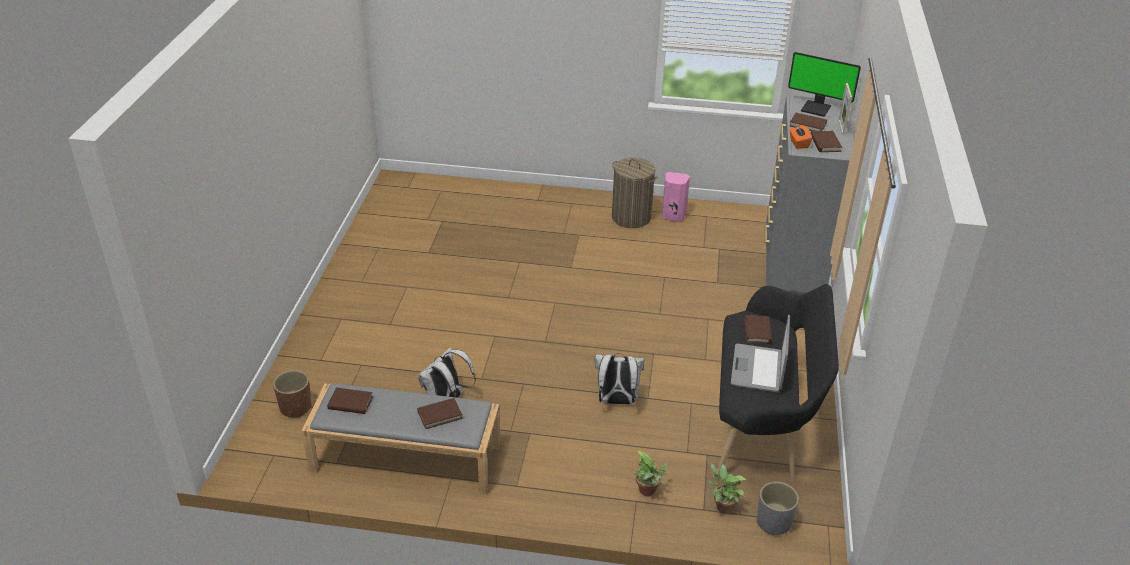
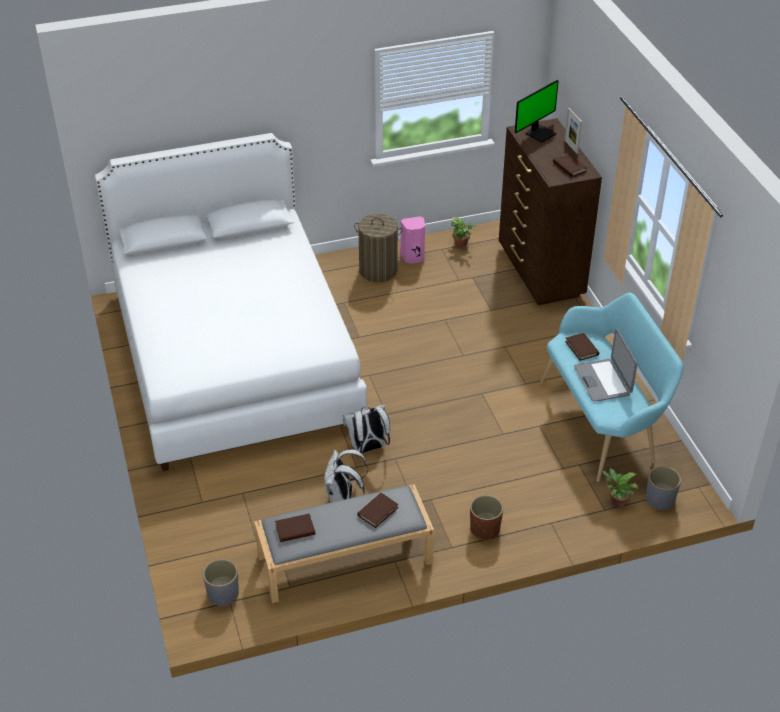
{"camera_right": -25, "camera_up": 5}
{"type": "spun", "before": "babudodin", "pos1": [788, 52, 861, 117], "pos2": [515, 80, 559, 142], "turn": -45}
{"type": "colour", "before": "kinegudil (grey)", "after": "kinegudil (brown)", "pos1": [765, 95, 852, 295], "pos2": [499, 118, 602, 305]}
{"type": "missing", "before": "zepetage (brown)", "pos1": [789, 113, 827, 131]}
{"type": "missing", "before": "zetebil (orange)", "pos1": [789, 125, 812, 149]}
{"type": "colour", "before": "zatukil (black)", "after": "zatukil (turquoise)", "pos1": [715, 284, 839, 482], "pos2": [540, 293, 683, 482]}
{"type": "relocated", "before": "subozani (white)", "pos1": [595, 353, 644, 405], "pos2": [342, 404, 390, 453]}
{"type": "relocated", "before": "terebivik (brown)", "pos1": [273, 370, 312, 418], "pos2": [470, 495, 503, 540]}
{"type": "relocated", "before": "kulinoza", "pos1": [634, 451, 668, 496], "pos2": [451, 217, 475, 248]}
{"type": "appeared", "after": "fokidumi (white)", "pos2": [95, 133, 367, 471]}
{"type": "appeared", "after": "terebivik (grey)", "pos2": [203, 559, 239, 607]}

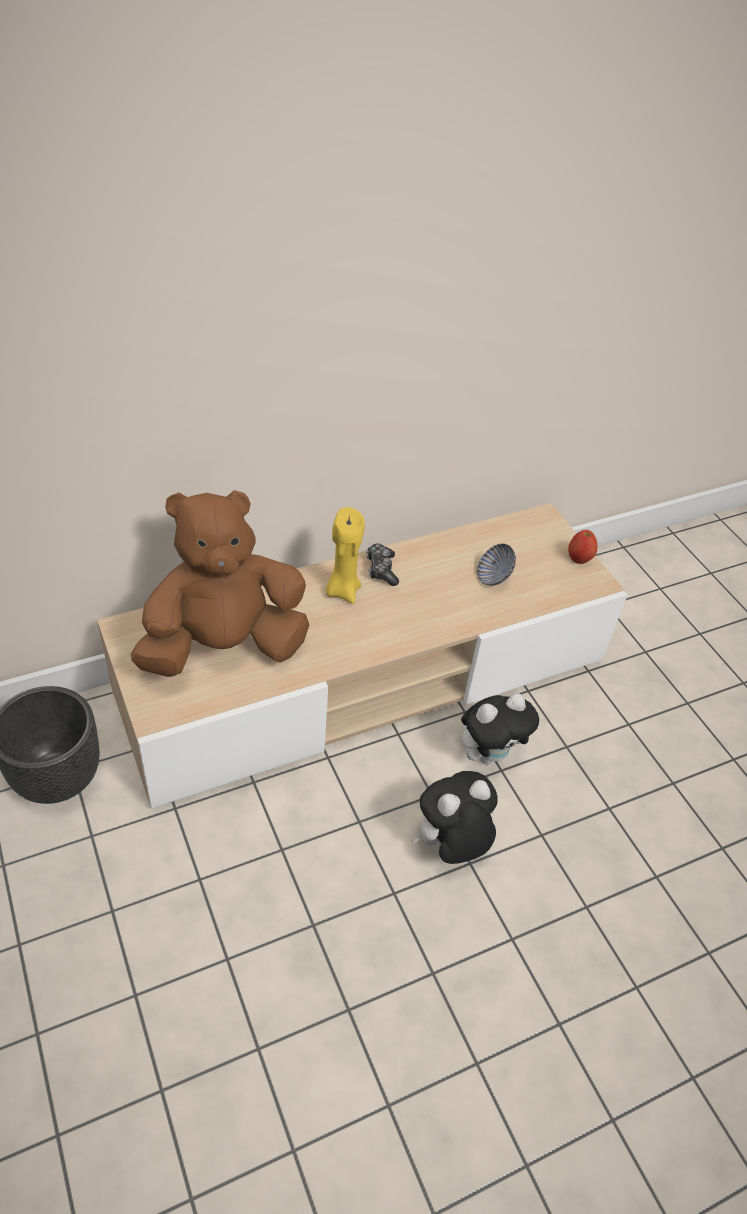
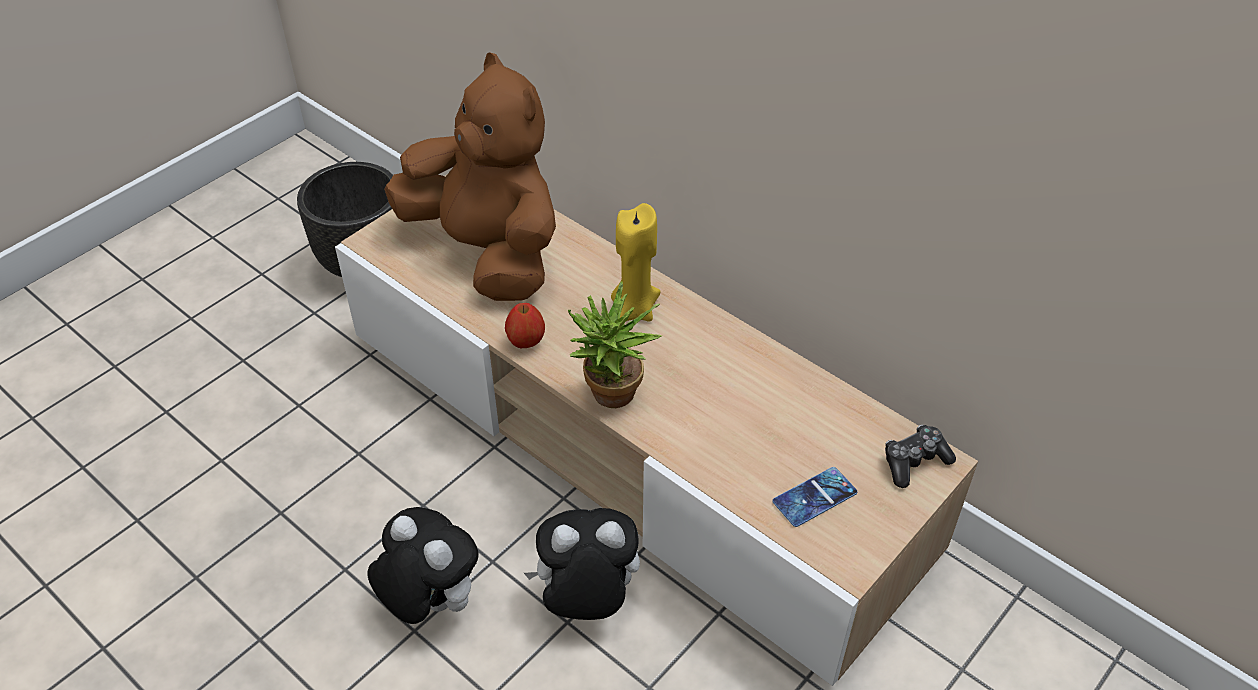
{"camera_right": 70, "camera_up": 0}
{"type": "relocated", "before": "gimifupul", "pos1": [568, 530, 597, 564], "pos2": [505, 303, 545, 348]}
{"type": "relocated", "before": "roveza", "pos1": [366, 543, 399, 586], "pos2": [885, 425, 956, 488]}
{"type": "missing", "before": "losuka", "pos1": [477, 544, 516, 586]}
{"type": "spun", "before": "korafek", "pos1": [461, 693, 539, 765], "pos2": [524, 508, 640, 620], "turn": 135}
{"type": "appeared", "after": "kulinoza", "pos2": [568, 281, 662, 408]}
{"type": "appeared", "after": "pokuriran", "pos2": [772, 467, 858, 527]}

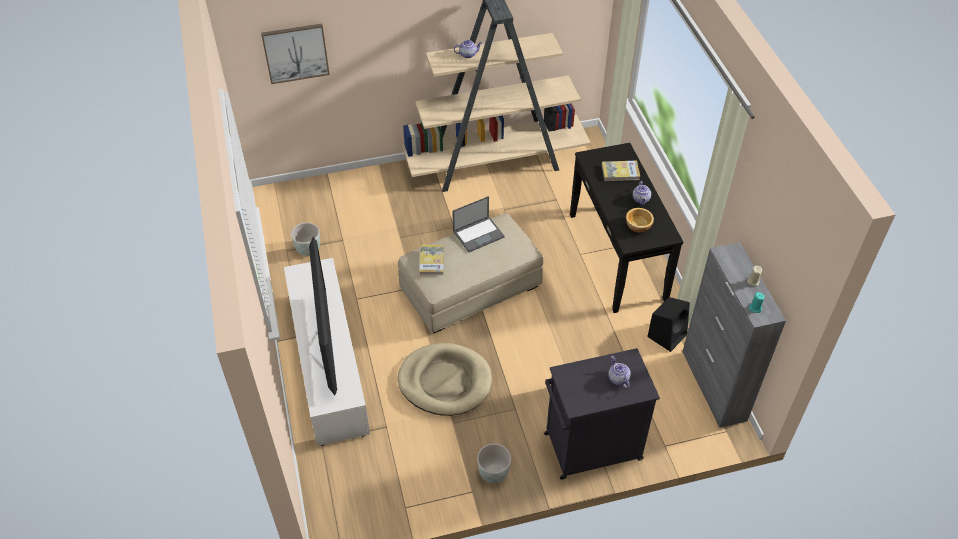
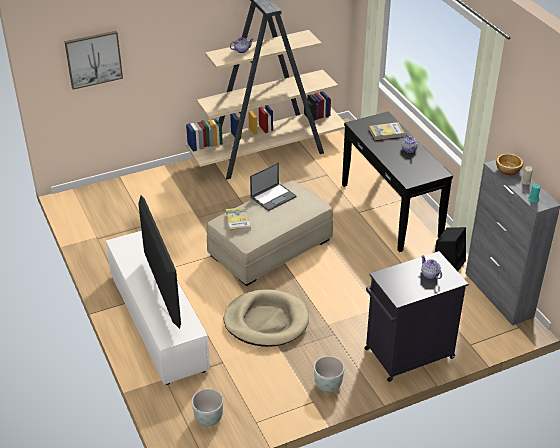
{"camera_right": -10, "camera_up": -10}
{"type": "relocated", "before": "losuka", "pos1": [626, 208, 654, 233], "pos2": [496, 153, 523, 175]}
{"type": "relocated", "before": "terebivik (grey)", "pos1": [291, 223, 320, 256], "pos2": [192, 388, 223, 426]}

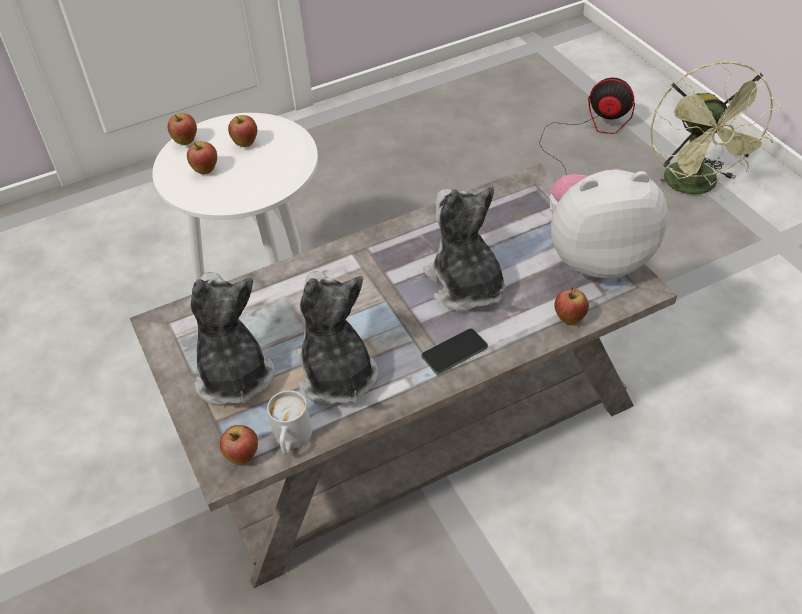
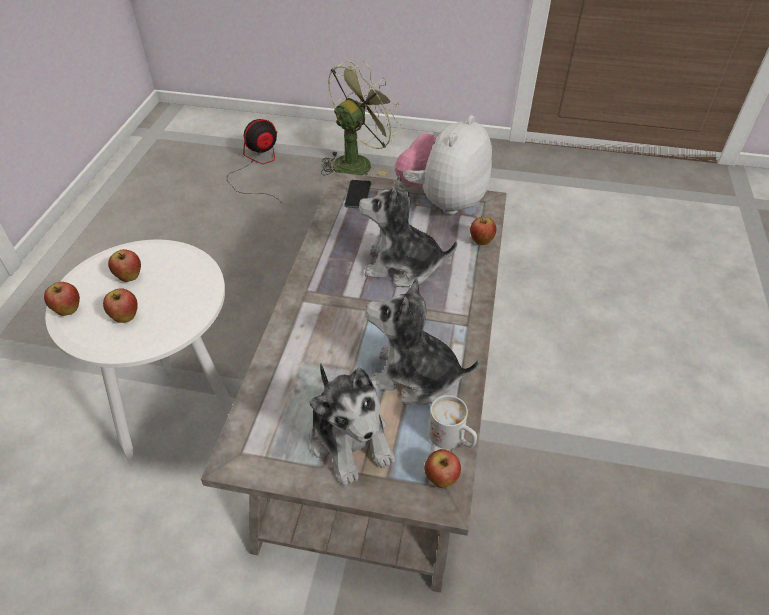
{"camera_right": -55, "camera_up": 0}
{"type": "spun", "before": "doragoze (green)", "pos1": [650, 61, 781, 195], "pos2": [321, 60, 402, 175], "turn": -75}
{"type": "spun", "before": "korafek", "pos1": [191, 272, 274, 406], "pos2": [309, 364, 396, 486], "turn": -135}
{"type": "relocated", "before": "pokuriran", "pos1": [421, 328, 488, 374], "pos2": [344, 180, 371, 208]}

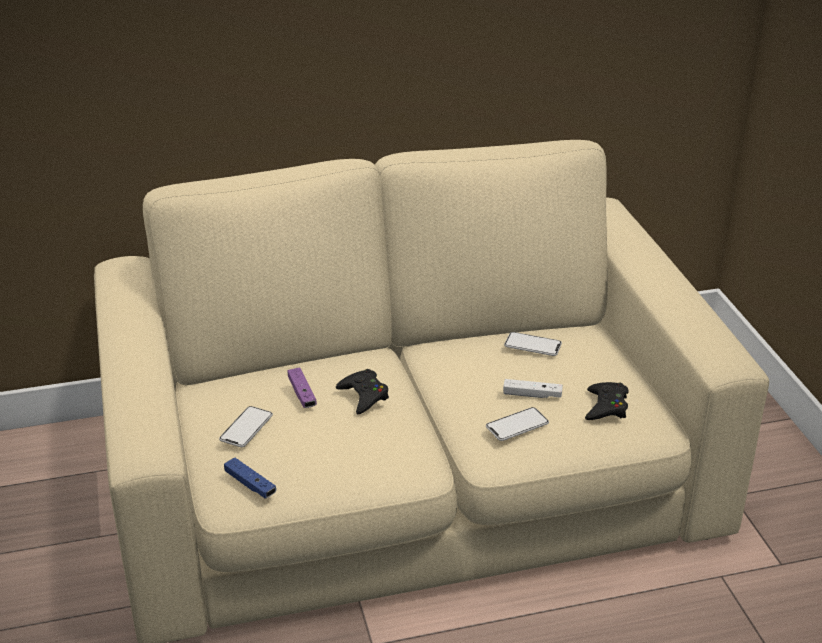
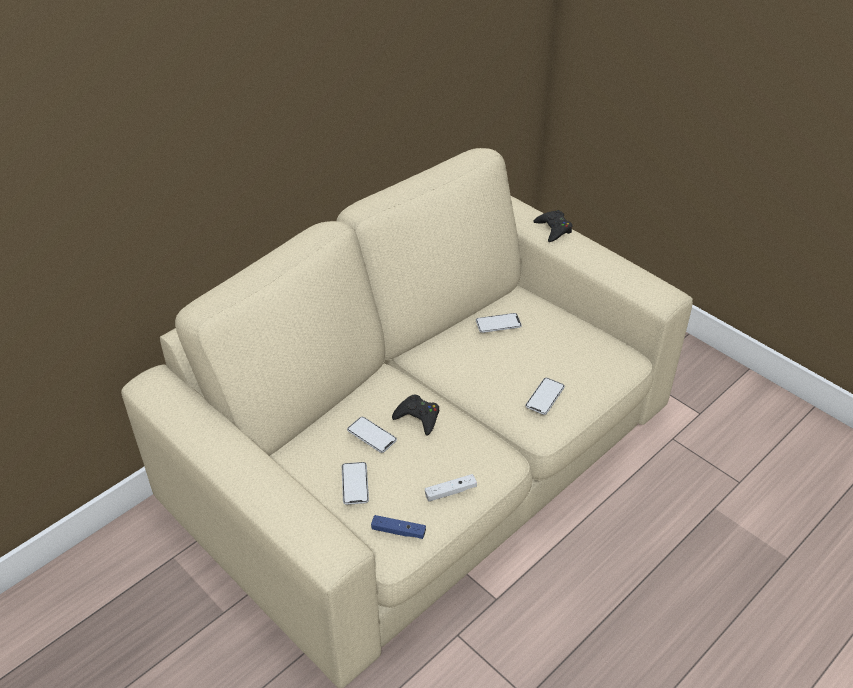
{"camera_right": -30, "camera_up": 10}
{"type": "exchanged", "before": "roveza (purple)", "after": "pokuriran", "pos1": [287, 367, 317, 408], "pos2": [347, 417, 397, 453]}
{"type": "relocated", "before": "roveza (white)", "pos1": [503, 379, 563, 398], "pos2": [425, 474, 477, 502]}
{"type": "relocated", "before": "roveza (black)", "pos1": [585, 382, 629, 420], "pos2": [533, 210, 572, 242]}

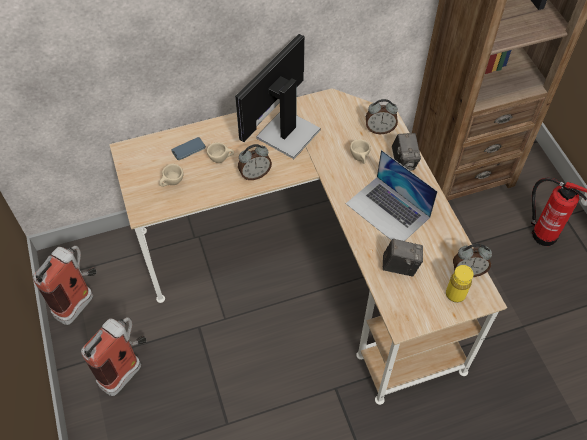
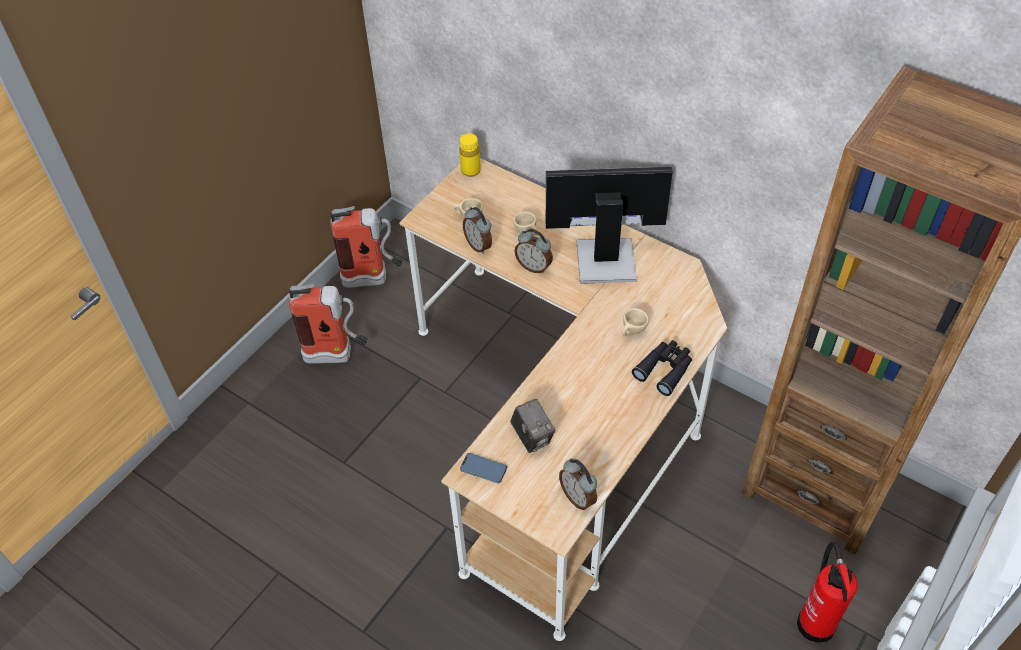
{"camera_right": 55, "camera_up": -5}
{"type": "relocated", "before": "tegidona", "pos1": [366, 99, 398, 134], "pos2": [463, 207, 492, 254]}
{"type": "exchanged", "before": "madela", "after": "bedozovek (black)", "pos1": [392, 133, 421, 170], "pos2": [632, 340, 692, 396]}
{"type": "relocated", "before": "pokuriran", "pos1": [171, 137, 206, 160], "pos2": [460, 453, 507, 484]}
{"type": "missing", "before": "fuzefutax", "pos1": [346, 150, 438, 241]}
{"type": "relocated", "before": "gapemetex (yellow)", "pos1": [446, 265, 473, 303], "pos2": [459, 133, 481, 177]}

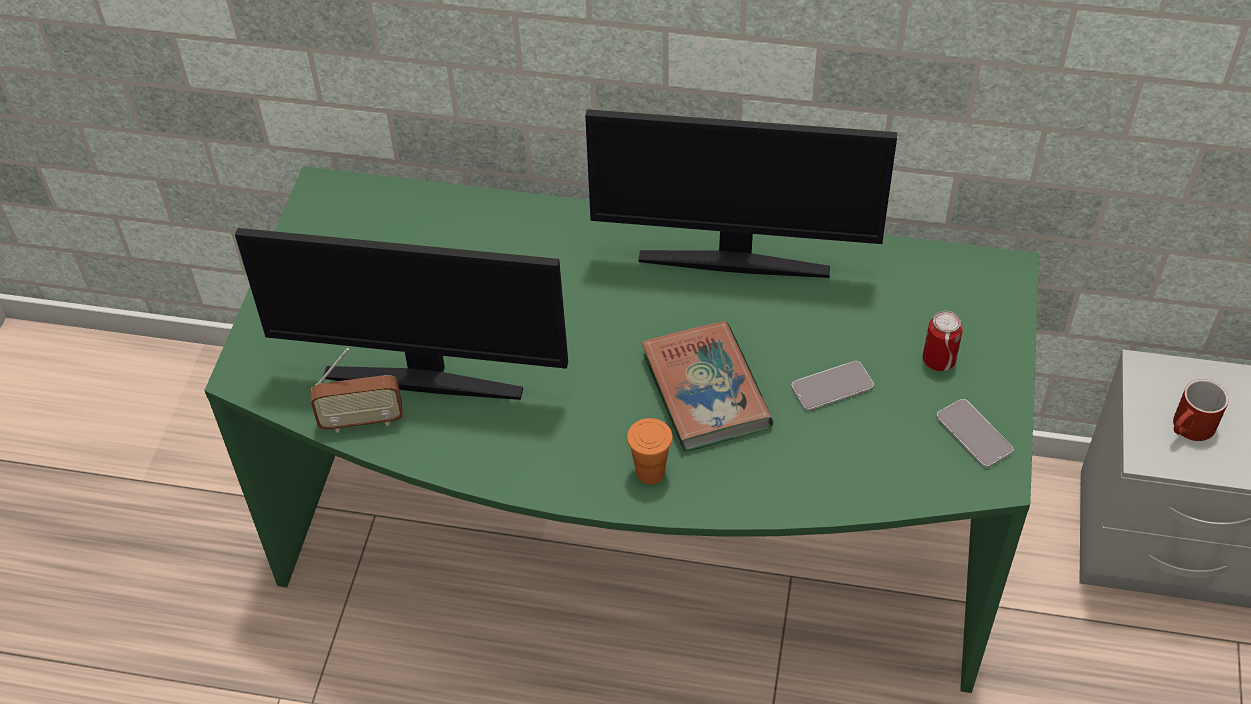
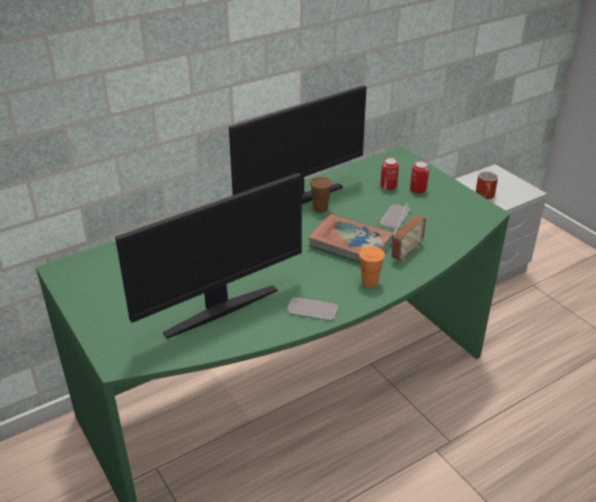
{"camera_right": -45, "camera_up": -15}
{"type": "relocated", "before": "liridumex", "pos1": [310, 348, 403, 433], "pos2": [391, 202, 426, 261]}
{"type": "relocated", "before": "pokuriran", "pos1": [936, 399, 1013, 468], "pos2": [287, 298, 338, 321]}
{"type": "appeared", "after": "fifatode", "pos2": [380, 157, 399, 191]}
{"type": "appeared", "after": "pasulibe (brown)", "pos2": [310, 177, 332, 213]}

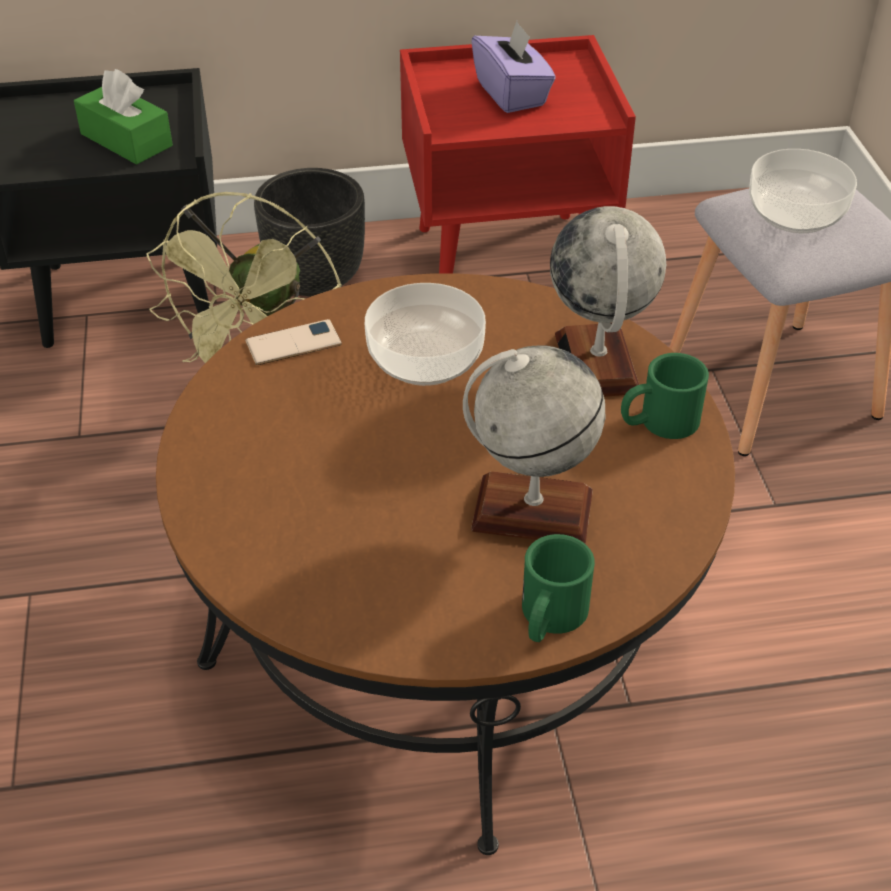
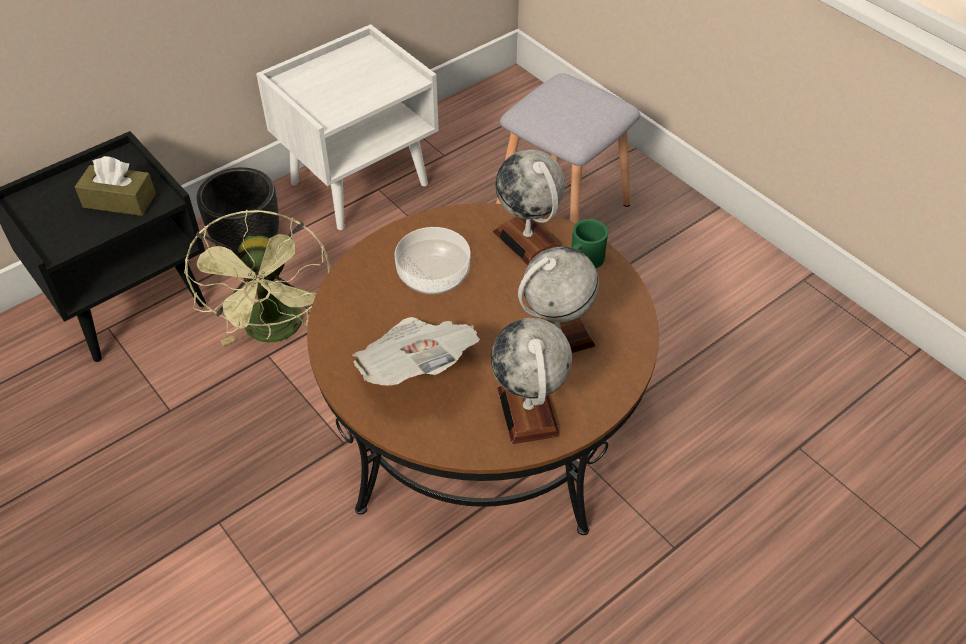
{"camera_right": -30, "camera_up": 5}
{"type": "missing", "before": "zetebil (purple)", "pos1": [471, 21, 556, 113]}
{"type": "colour", "before": "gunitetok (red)", "after": "gunitetok (white)", "pos1": [400, 35, 636, 273], "pos2": [256, 24, 439, 230]}
{"type": "colour", "before": "zetebil (green)", "after": "zetebil (brown)", "pos1": [74, 69, 173, 165], "pos2": [75, 156, 156, 216]}
{"type": "missing", "before": "losuka", "pos1": [749, 149, 857, 233]}
{"type": "missing", "before": "pokuriran", "pos1": [245, 319, 342, 365]}
{"type": "missing", "before": "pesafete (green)", "pos1": [522, 534, 595, 642]}
{"type": "appeared", "after": "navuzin", "pos2": [352, 317, 480, 386]}
{"type": "appeared", "after": "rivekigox", "pos2": [491, 318, 572, 444]}

